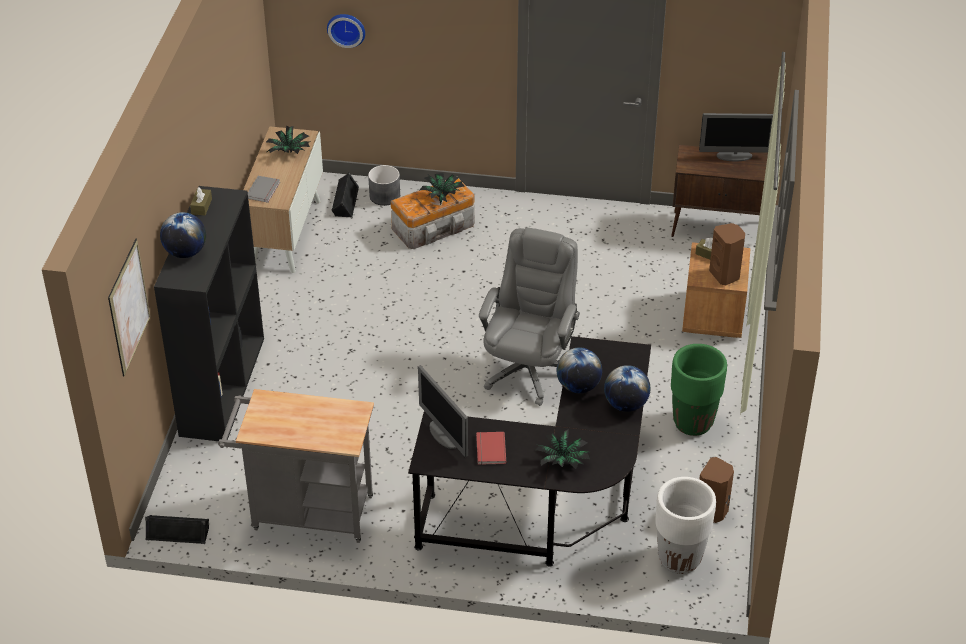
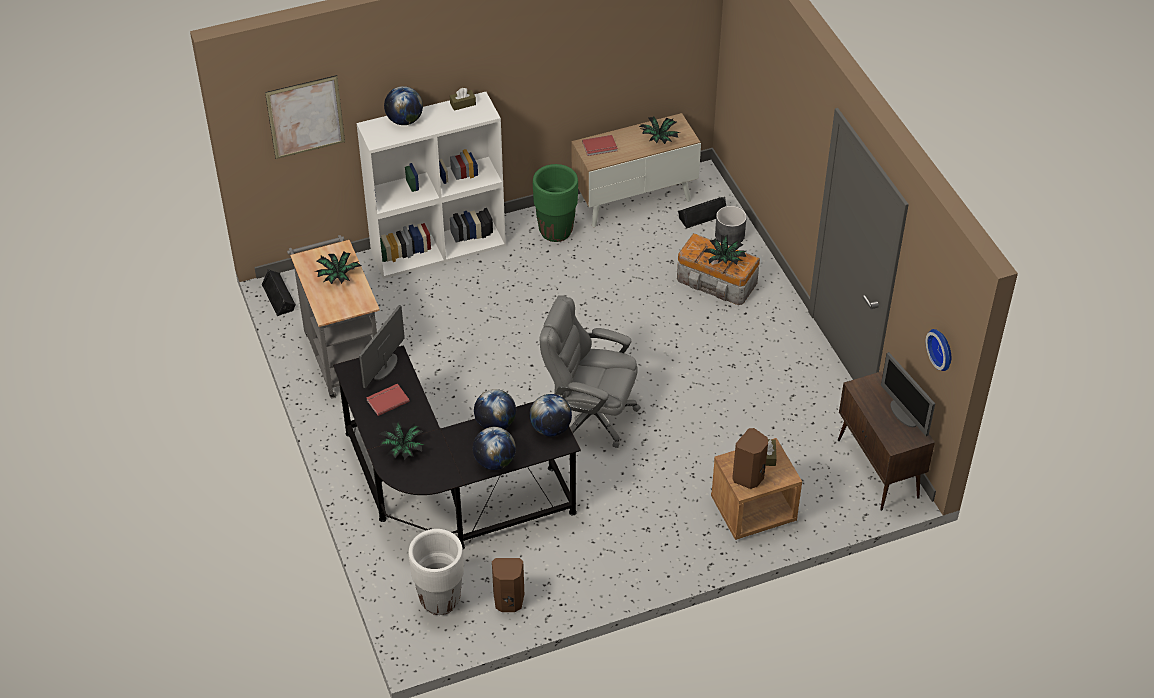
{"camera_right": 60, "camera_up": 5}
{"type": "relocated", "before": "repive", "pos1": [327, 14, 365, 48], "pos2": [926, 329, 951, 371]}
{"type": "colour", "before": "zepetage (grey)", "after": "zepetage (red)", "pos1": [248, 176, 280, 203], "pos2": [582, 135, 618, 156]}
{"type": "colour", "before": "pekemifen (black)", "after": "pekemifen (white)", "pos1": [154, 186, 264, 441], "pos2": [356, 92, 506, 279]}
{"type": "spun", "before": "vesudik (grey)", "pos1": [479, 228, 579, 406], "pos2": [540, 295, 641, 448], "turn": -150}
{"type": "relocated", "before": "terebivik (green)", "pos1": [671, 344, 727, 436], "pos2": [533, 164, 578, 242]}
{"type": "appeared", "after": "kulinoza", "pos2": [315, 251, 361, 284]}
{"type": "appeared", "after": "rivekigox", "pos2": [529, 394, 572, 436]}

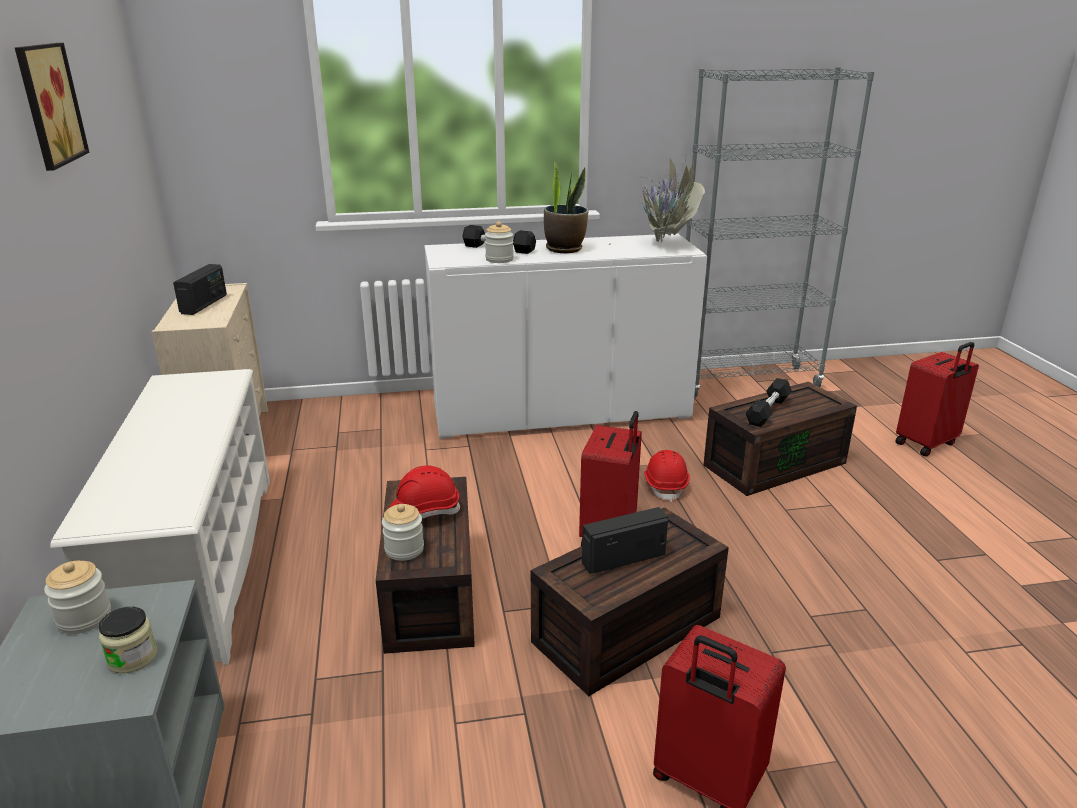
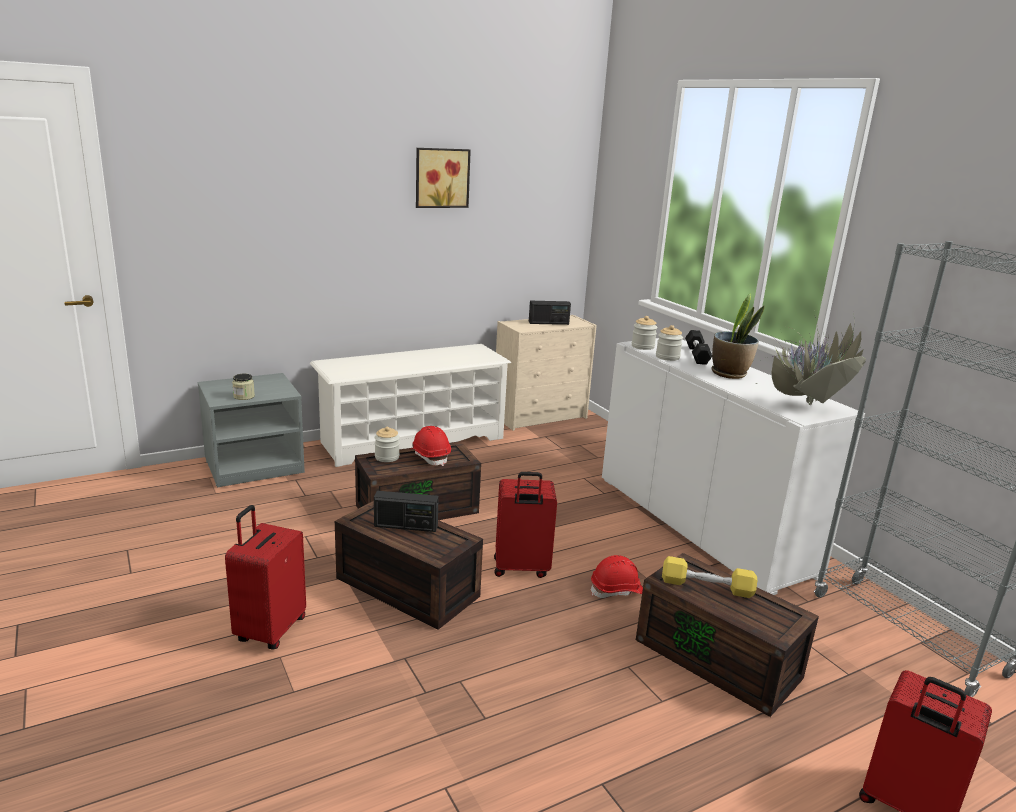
{"camera_right": 70, "camera_up": -5}
{"type": "colour", "before": "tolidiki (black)", "after": "tolidiki (yellow)", "pos1": [746, 378, 792, 427], "pos2": [662, 556, 757, 598]}
{"type": "spun", "before": "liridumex", "pos1": [582, 507, 668, 574], "pos2": [374, 491, 439, 532], "turn": 135}
{"type": "relocated", "before": "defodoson", "pos1": [44, 561, 111, 634], "pos2": [632, 316, 657, 350]}

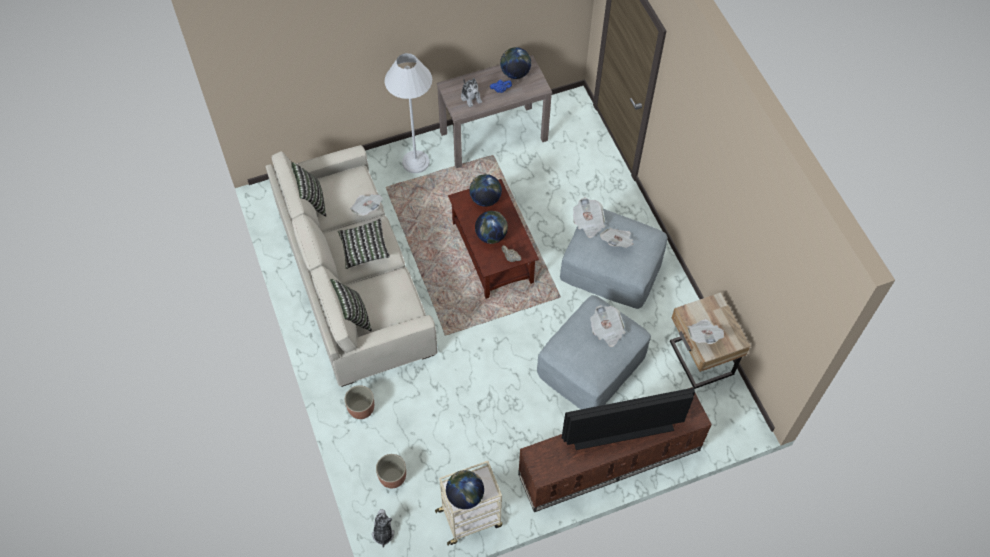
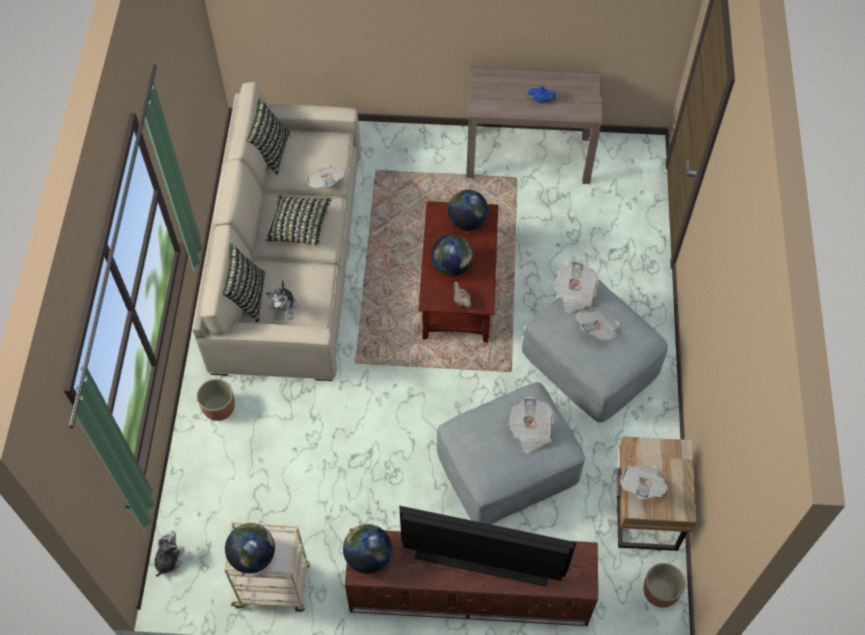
{"camera_right": 25, "camera_up": 0}
{"type": "relocated", "before": "rivekigox", "pos1": [500, 47, 531, 79], "pos2": [343, 524, 392, 574]}
{"type": "missing", "before": "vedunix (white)", "pos1": [385, 53, 432, 173]}
{"type": "relocated", "before": "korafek", "pos1": [461, 78, 482, 107], "pos2": [266, 280, 297, 320]}
{"type": "relocated", "before": "terebivik", "pos1": [376, 454, 406, 488], "pos2": [643, 563, 685, 608]}

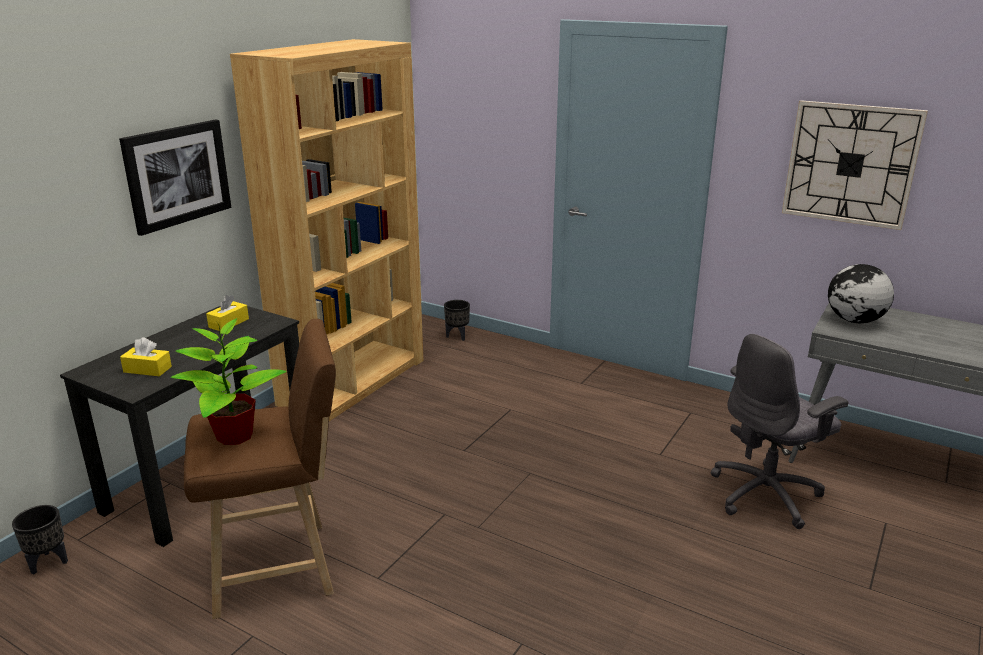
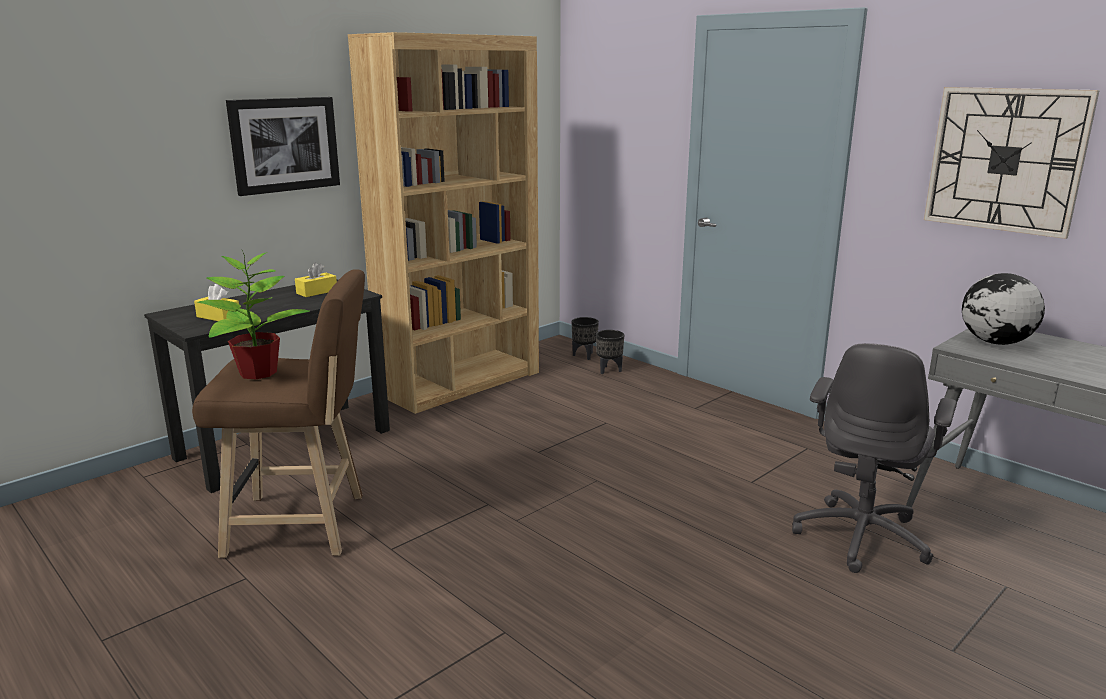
{"camera_right": 15, "camera_up": -5}
{"type": "spun", "before": "vesudik (grey)", "pos1": [711, 334, 848, 529], "pos2": [792, 343, 957, 573], "turn": -45}
{"type": "relocated", "before": "terebivik (black)", "pos1": [12, 505, 68, 574], "pos2": [596, 330, 624, 374]}

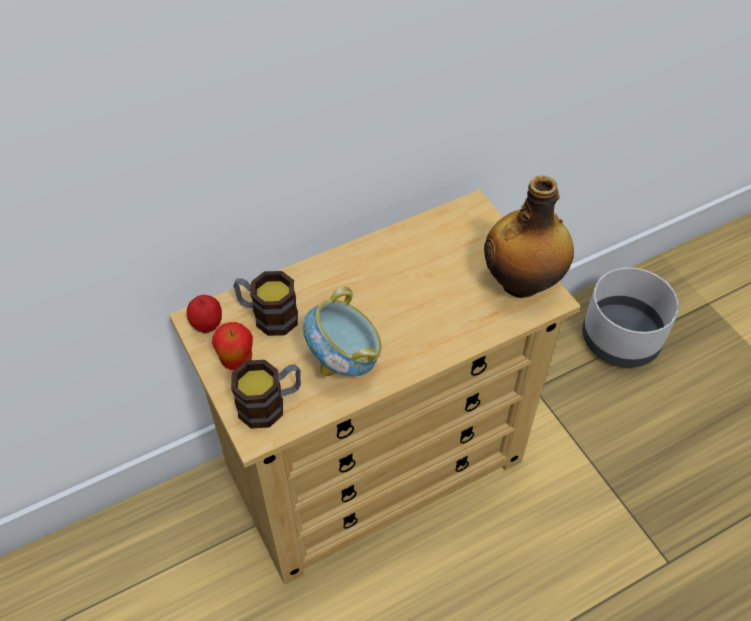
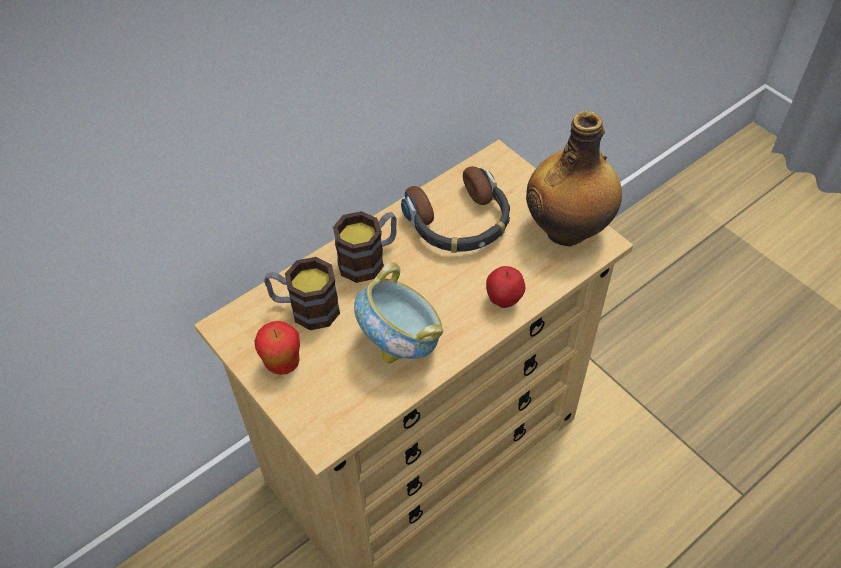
{"camera_right": -10, "camera_up": 0}
{"type": "missing", "before": "terebivik (grey)", "pos1": [582, 267, 679, 367]}
{"type": "relocated", "before": "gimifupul", "pos1": [187, 295, 222, 333], "pos2": [486, 266, 525, 308]}
{"type": "relocated", "before": "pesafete", "pos1": [231, 360, 301, 429], "pos2": [333, 211, 397, 283]}
{"type": "appeared", "after": "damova", "pos2": [401, 166, 510, 253]}

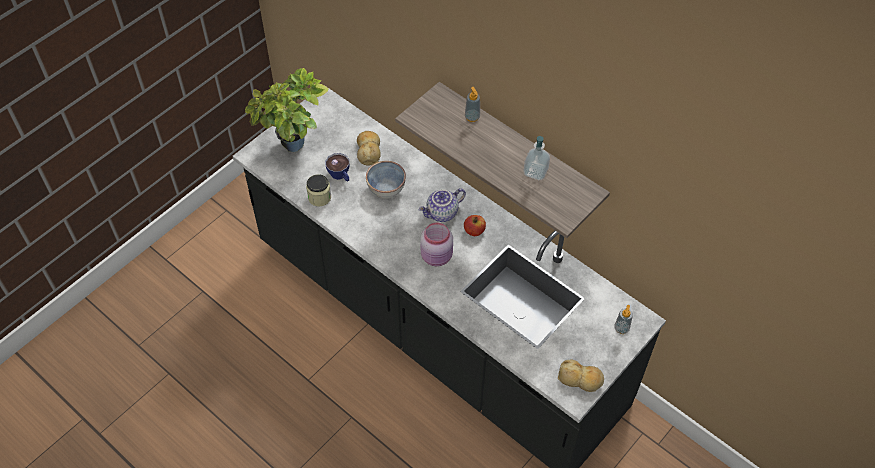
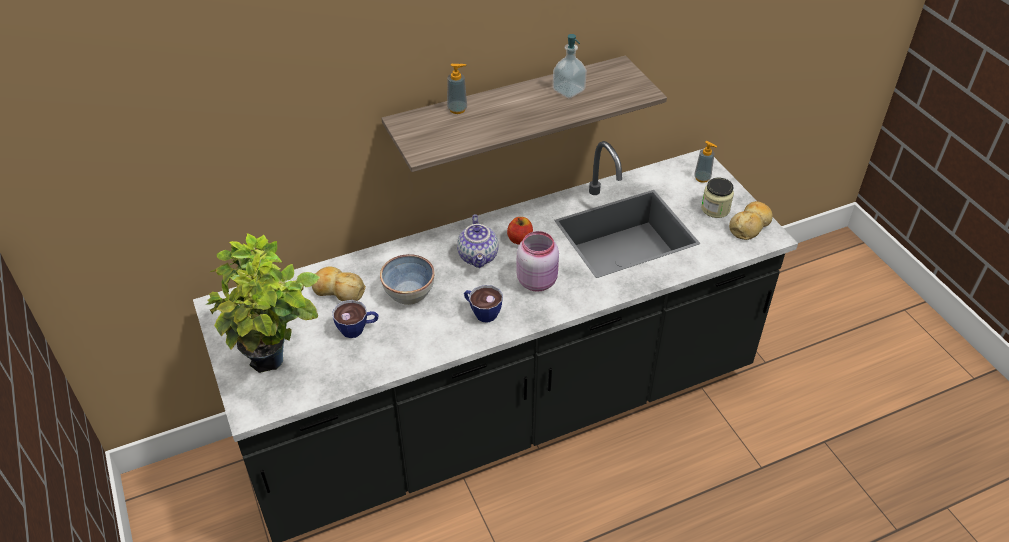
{"camera_right": -65, "camera_up": -10}
{"type": "relocated", "before": "defodoson", "pos1": [306, 174, 331, 207], "pos2": [701, 178, 734, 218]}
{"type": "appeared", "after": "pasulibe", "pos2": [464, 285, 503, 322]}

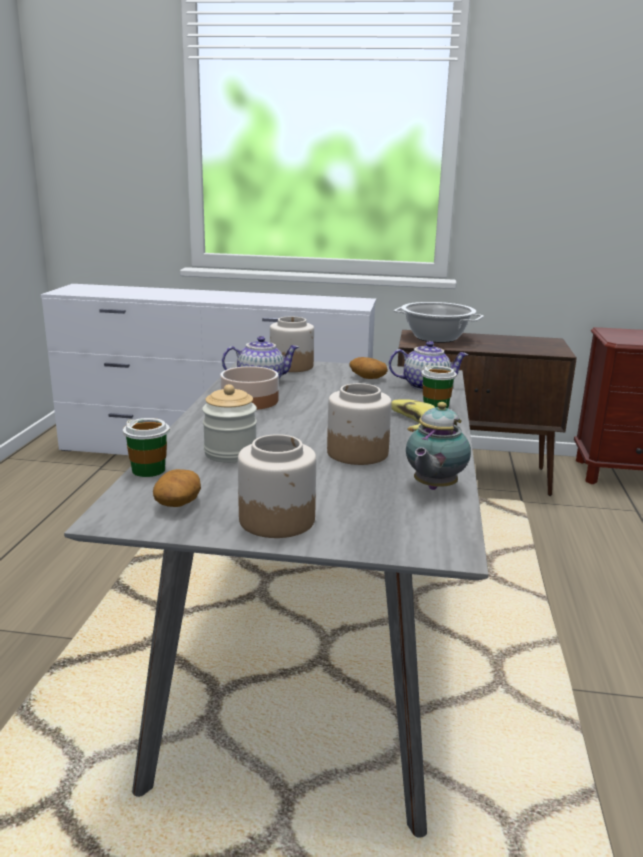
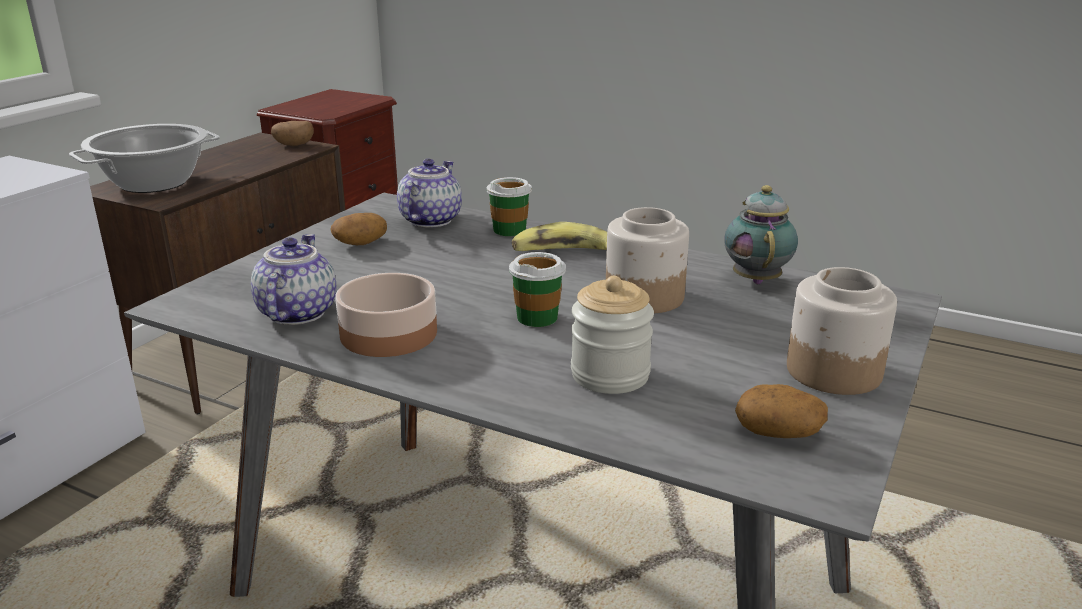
{"camera_right": -70, "camera_up": 5}
{"type": "missing", "before": "defodoson", "pos1": [270, 317, 314, 372]}
{"type": "spun", "before": "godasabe", "pos1": [406, 402, 471, 490], "pos2": [724, 185, 798, 284], "turn": -135}
{"type": "relocated", "before": "pasulibe", "pos1": [123, 418, 170, 477], "pos2": [509, 252, 566, 327]}
{"type": "appeared", "after": "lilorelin", "pos2": [271, 121, 314, 146]}

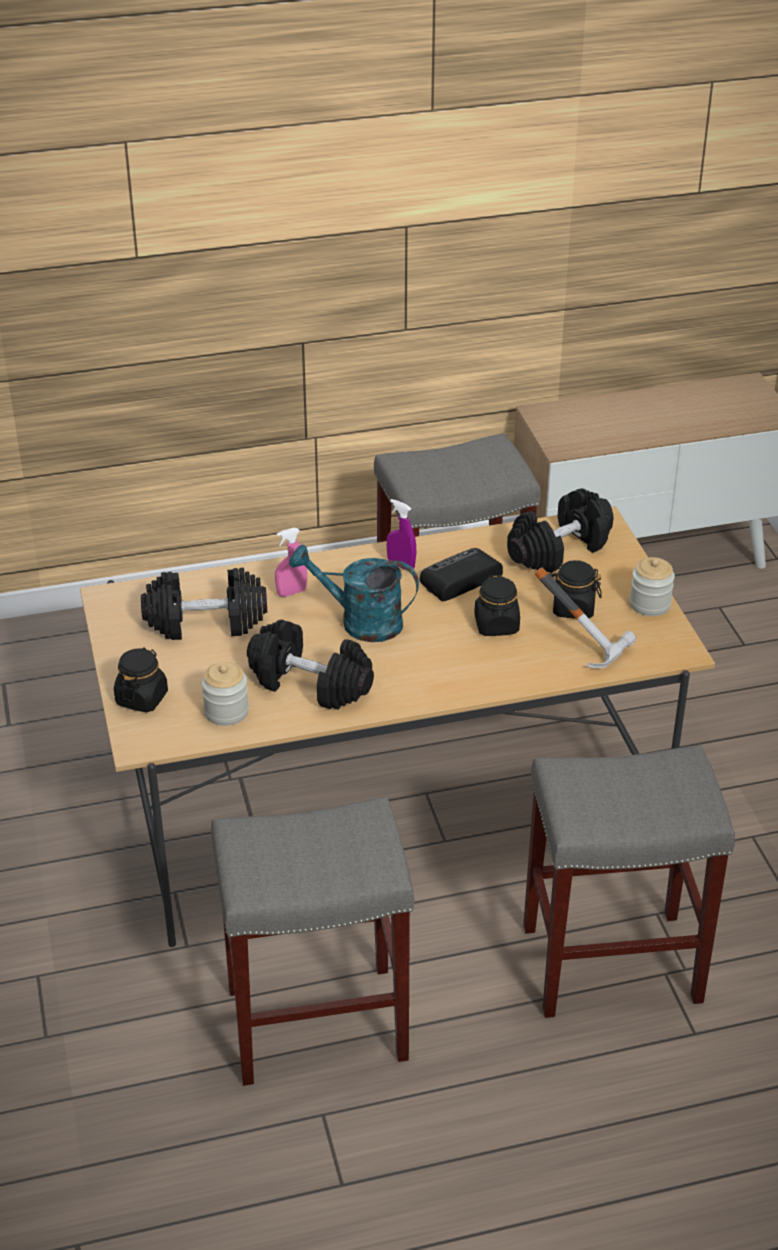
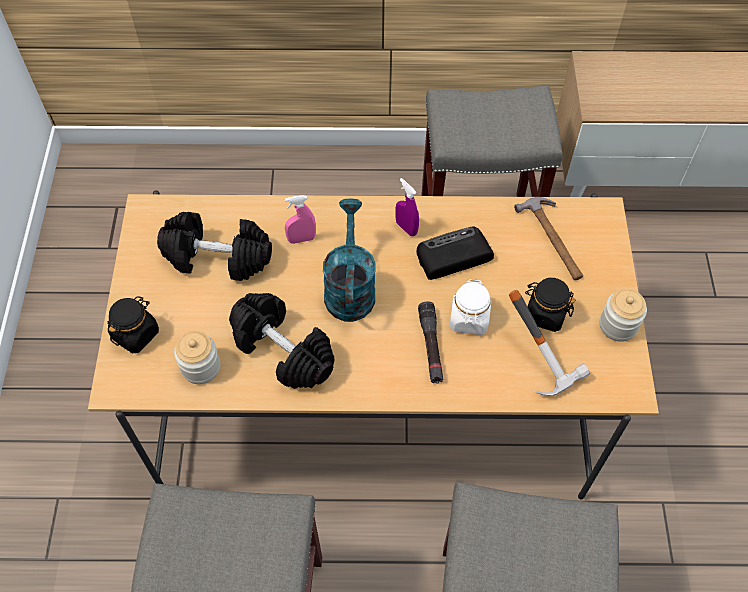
{"camera_right": 15, "camera_up": 20}
{"type": "exchanged", "before": "tolidiki (black)", "after": "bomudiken", "pos1": [507, 488, 614, 573], "pos2": [514, 197, 583, 280]}
{"type": "spun", "before": "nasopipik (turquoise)", "pos1": [289, 545, 419, 642], "pos2": [323, 199, 376, 322], "turn": 60}
{"type": "colour", "before": "defodoson (black)", "after": "defodoson (white)", "pos1": [474, 575, 520, 636], "pos2": [450, 279, 491, 335]}
{"type": "appeared", "after": "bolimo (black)", "pos2": [418, 301, 443, 384]}

